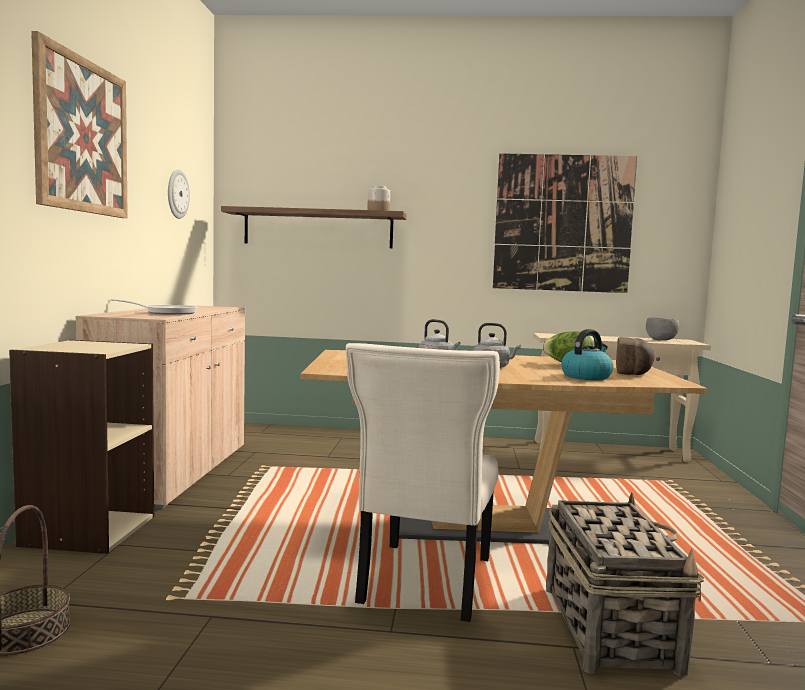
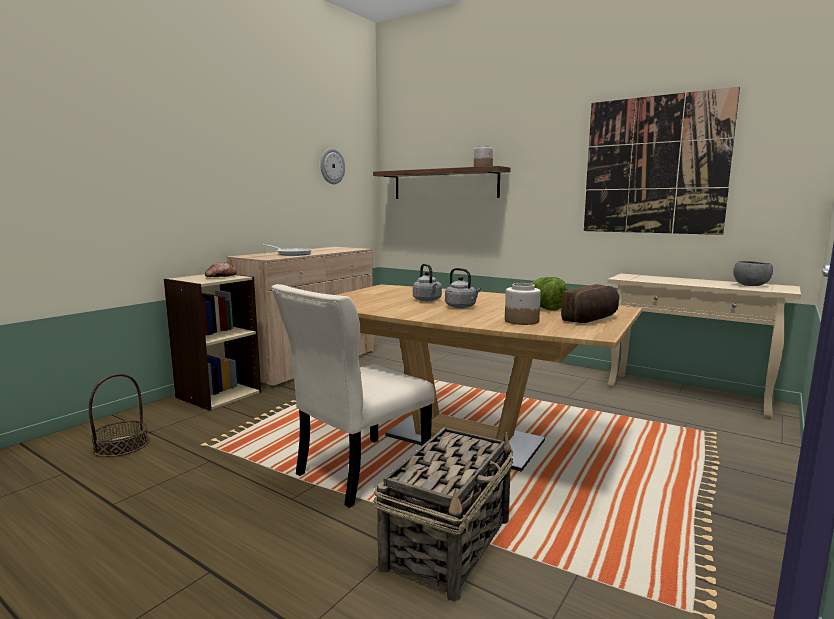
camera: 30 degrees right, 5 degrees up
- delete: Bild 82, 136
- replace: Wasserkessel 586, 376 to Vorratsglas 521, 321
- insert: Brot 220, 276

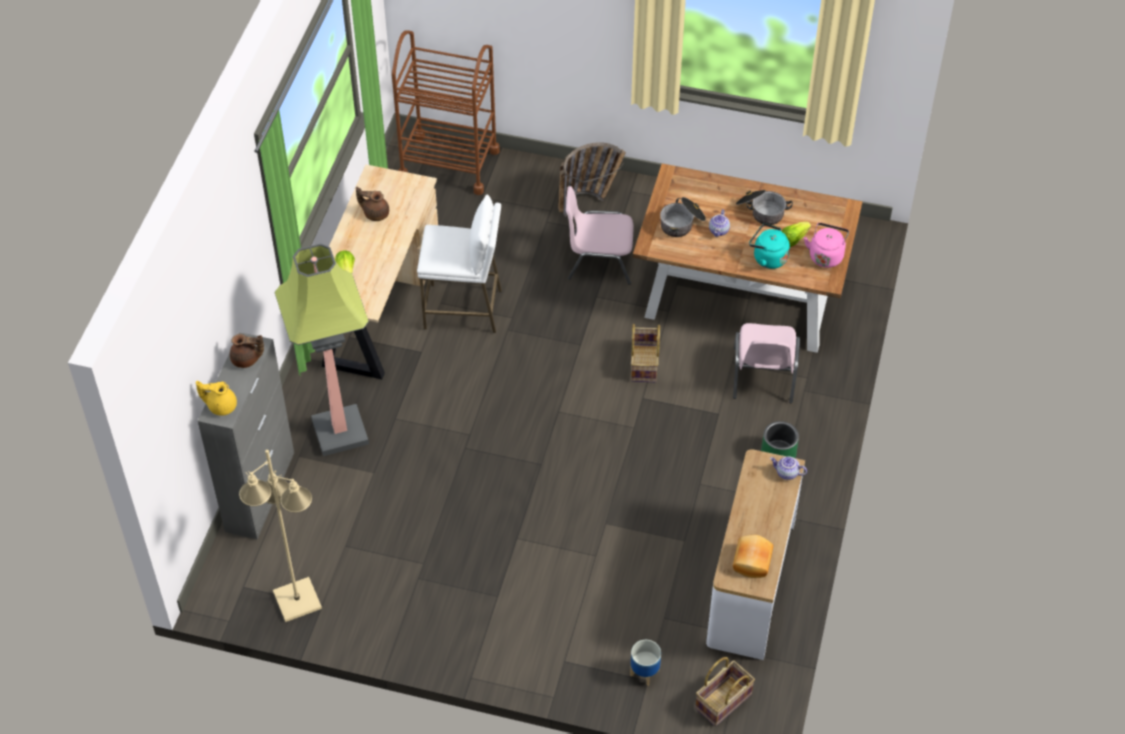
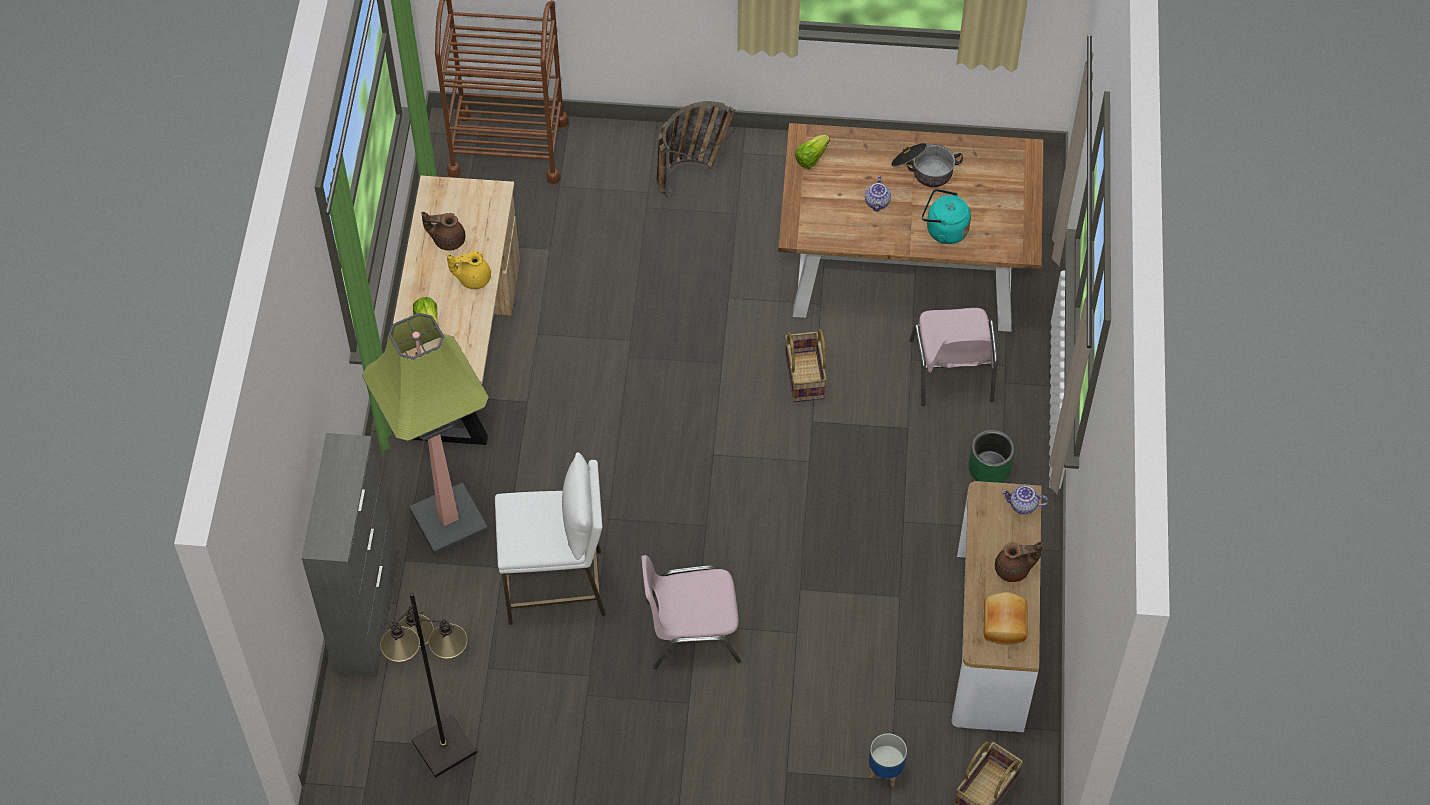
camera: 10 degrees left, 5 degrees up
- move: Teekanne [gelb] 221, 406 to 473, 278
- move: Teekanne [braun] 246, 359 to 1014, 569
- recolor: Stehlampe [beige] 296, 600 to Stehlampe [schwarz] 443, 747
- move: Hocker [weiß] 463, 309 to 556, 586
- move: Stuhl [rosa] 599, 260 to 691, 630
- delete: Kochtopf 682, 223
- move: Salatkopf 794, 239 to 811, 158
- delete: Wasserkessel [rosa] 826, 255

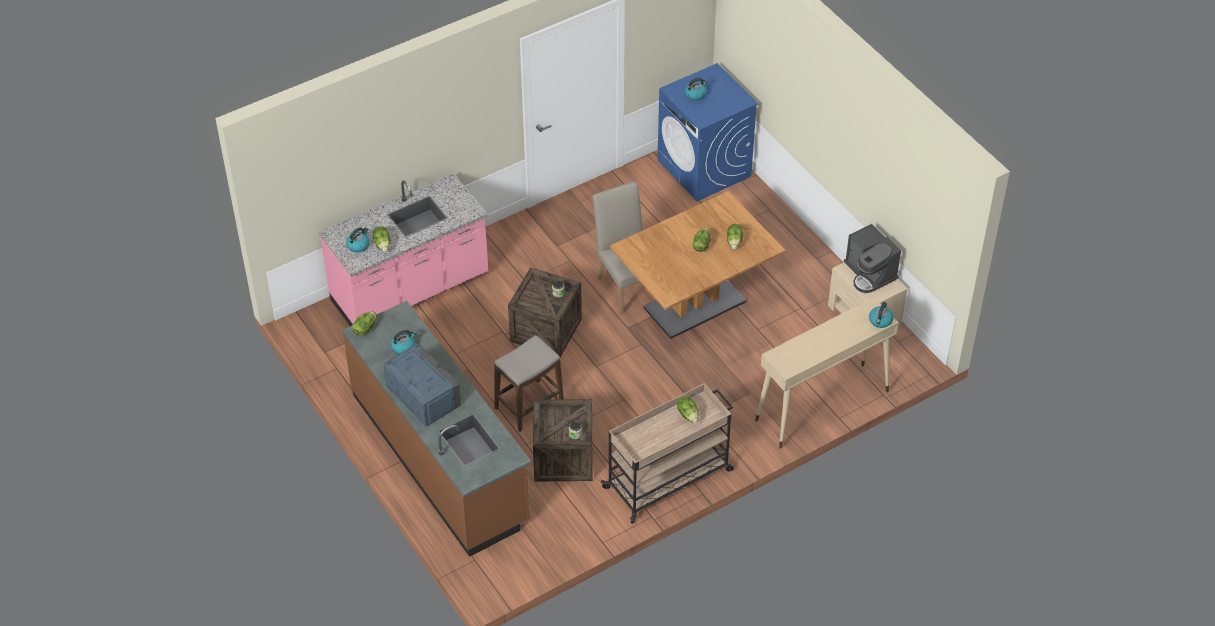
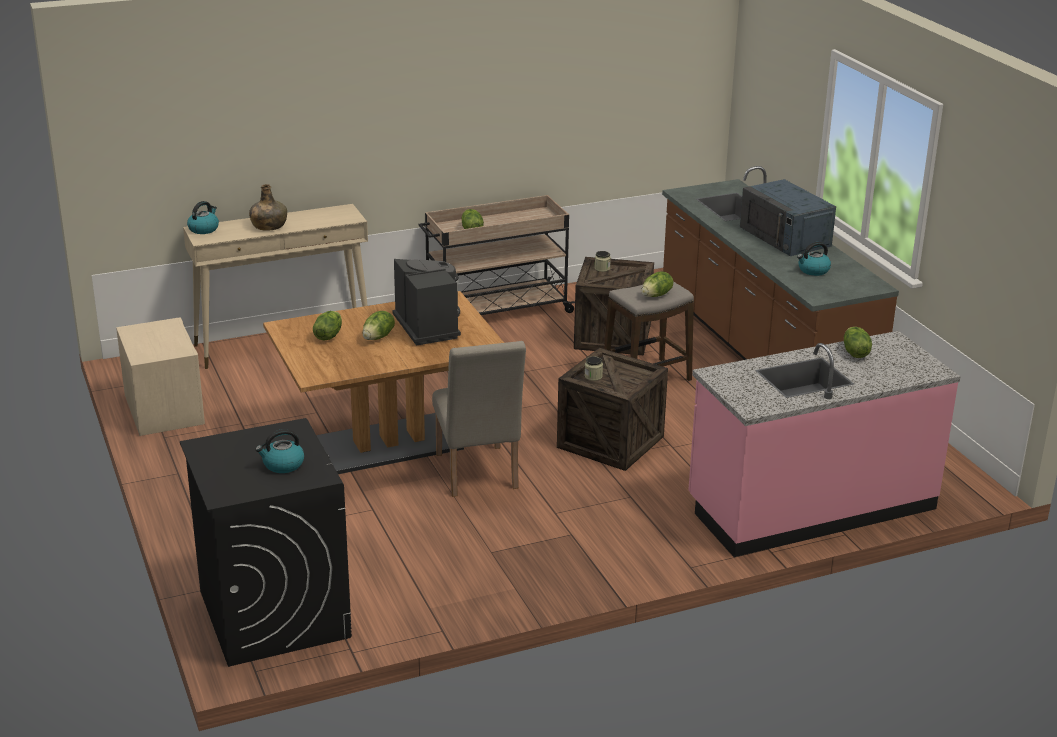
camera: 170 degrees left, 20 degrees down
- delete: Wasserkessel 358, 245
- move: Salatkopf 365, 329 to 656, 295
- recolor: Waschmaschine [blau] 704, 168 to Waschmaschine [schwarz] 273, 613
- move: Kaffeemaschine 870, 274 to 428, 327
- insert: Flasche [grün] 269, 226

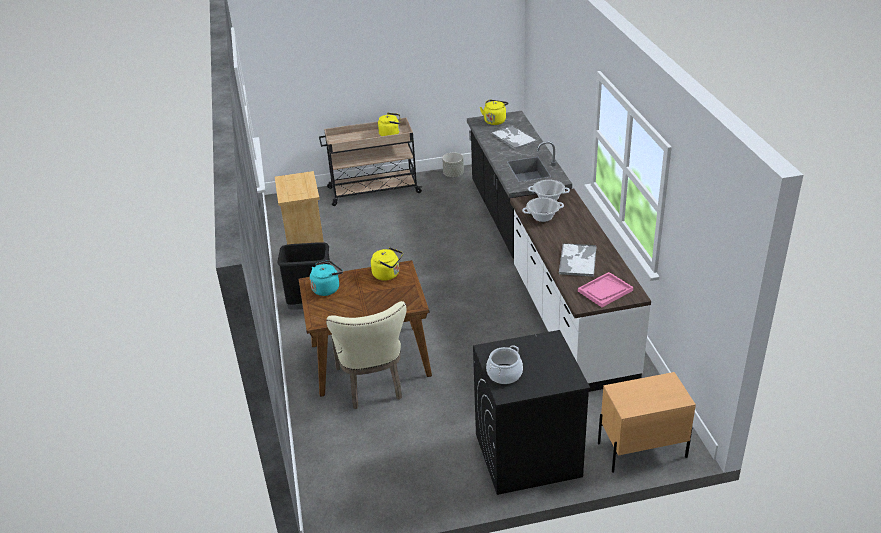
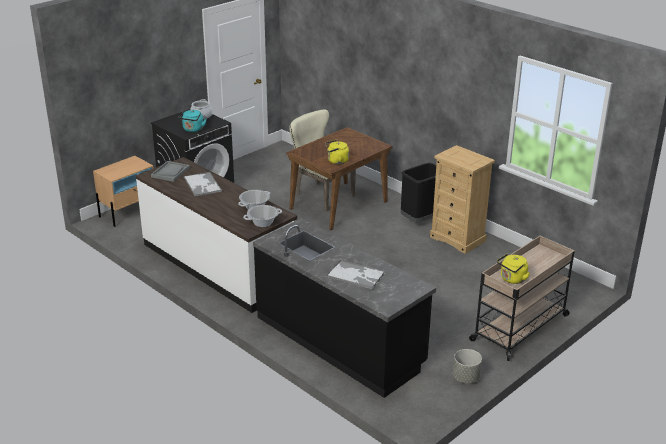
camera: 145 degrees right, 5 degrees down
- move: Wasserkessel [türkis] 327, 288 to 193, 129
- delete: Wasserkessel [gelb] 495, 121
- recolor: Tablett [rosa] 605, 291 to Tablett [grau] 170, 172

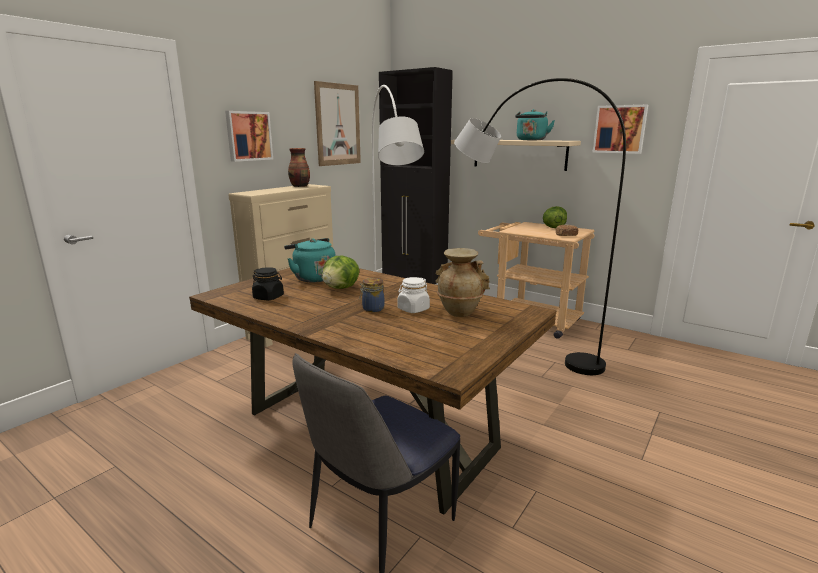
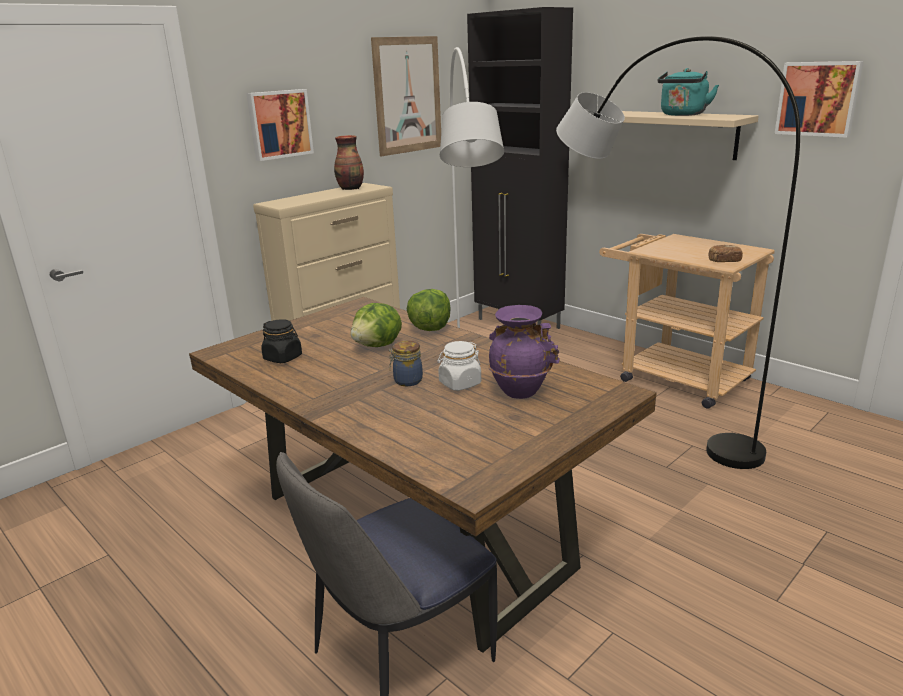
camera: 10 degrees right, 5 degrees up
- delete: Wasserkessel [türkis] 313, 278
- recolor: Vase [beige] 459, 312 to Vase [lila] 520, 390
- move: Salatkopf 553, 227 to 430, 328

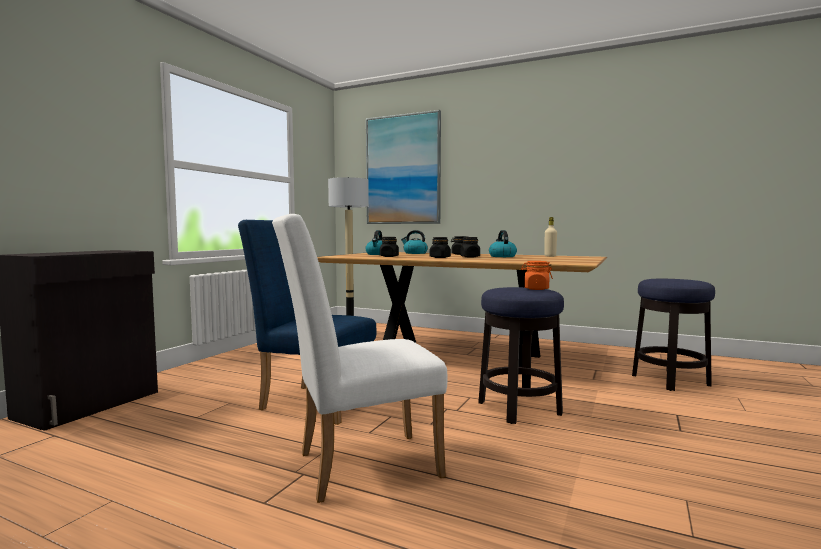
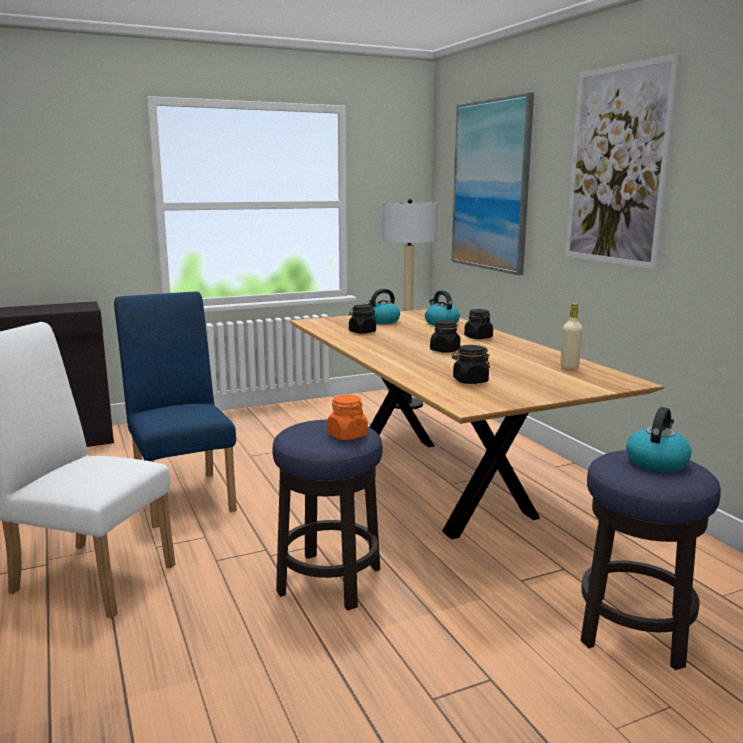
camera: 40 degrees right, 10 degrees up
- move: Vorratsglas [schwarz] 440, 257 to 470, 381
- move: Wasserkessel 502, 256 to 656, 462
- insert: Bild 617, 166

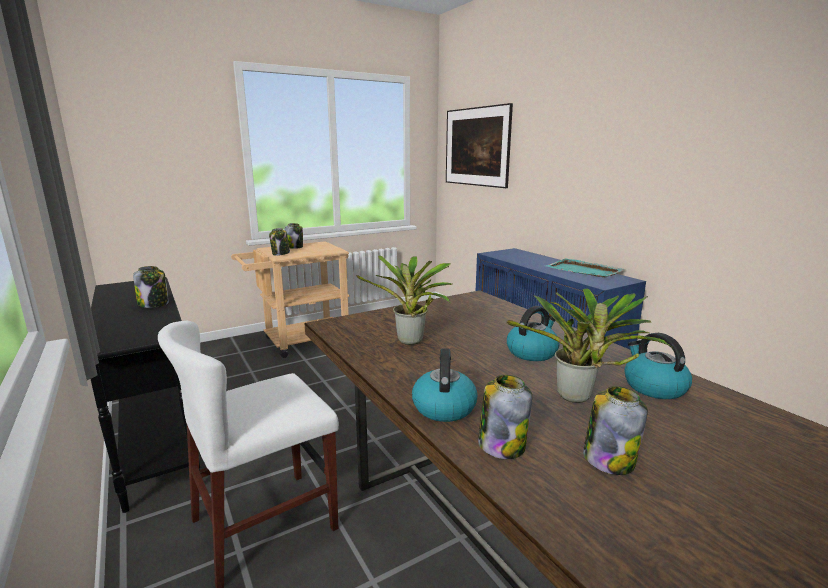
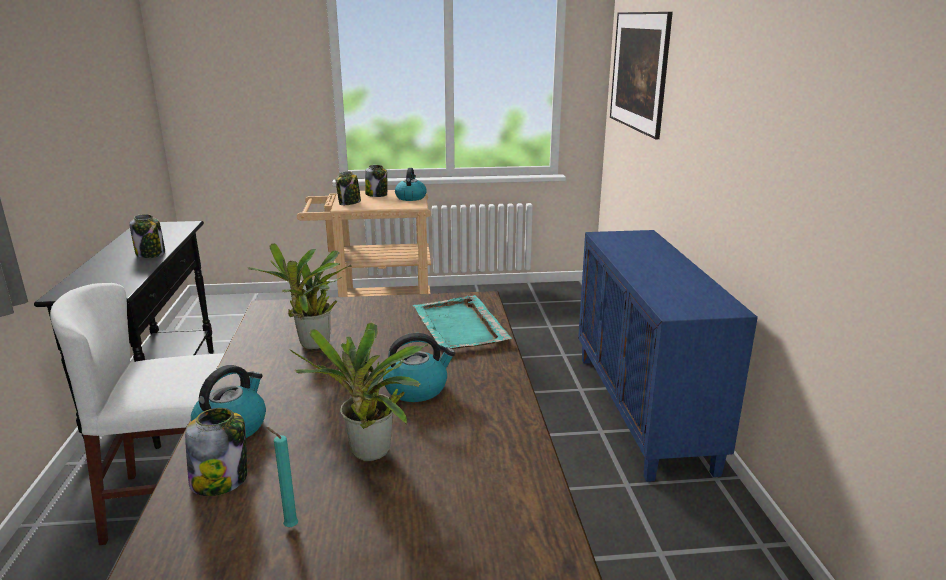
camera: 25 degrees right, 5 degrees up
- move: Tablett [türkis] 584, 271 to 459, 326
- replace: Vorratsglas 609, 459 to Kerze [türkis] 289, 526
- move: Wasserkessel 653, 387 to 410, 197

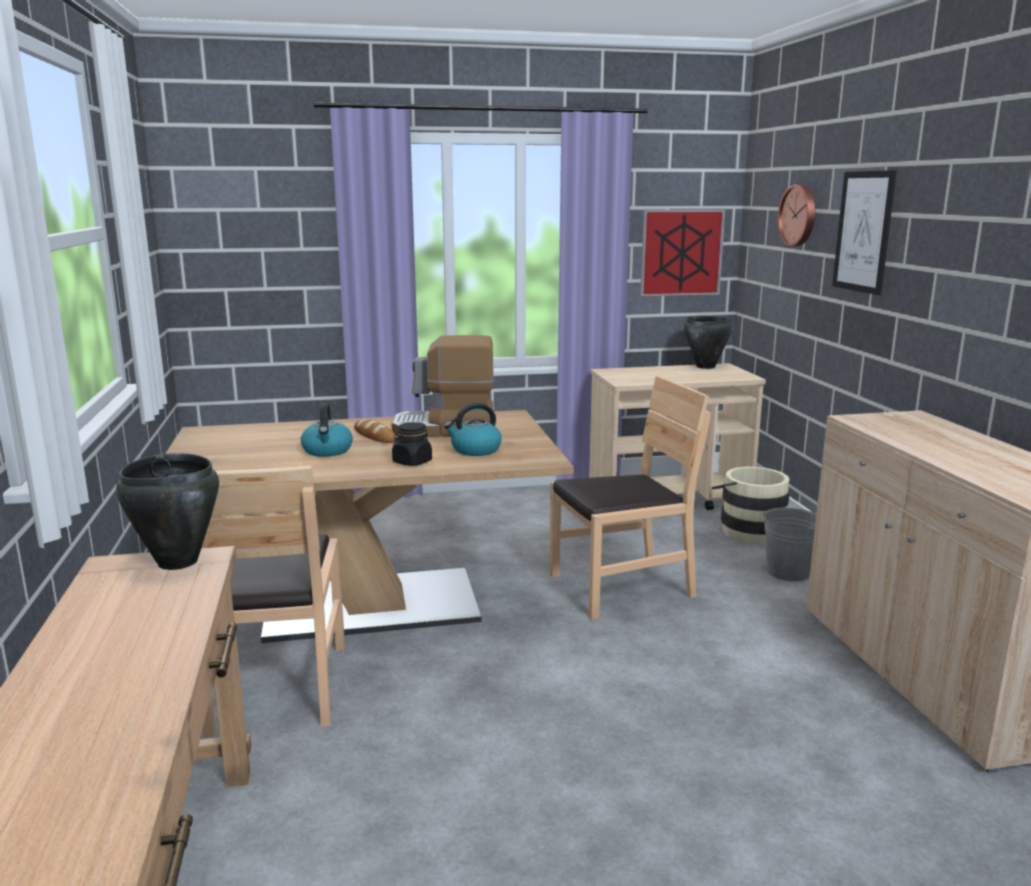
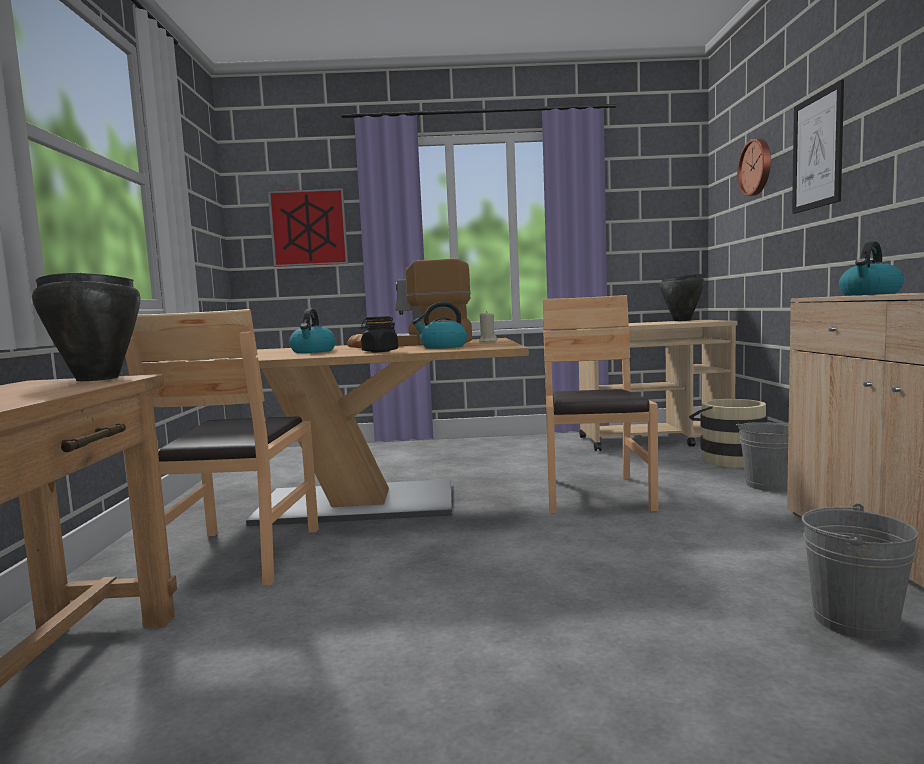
camera: 10 degrees right, 10 degrees down
- rotate: Stuhl [braun] 621, 587 = 595, 494 75 degrees counterclockwise
- move: Bild 681, 253 to 308, 228
- insert: Kerze [beige] 487, 341
- insert: Eimer [grau] 854, 620
- insert: Wasserkessel 870, 294

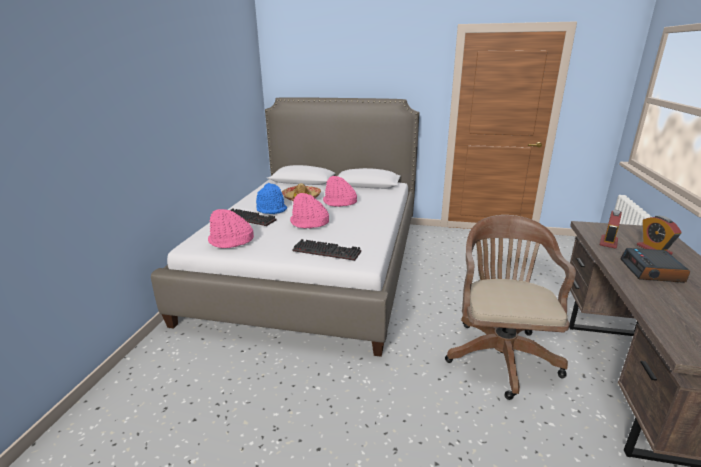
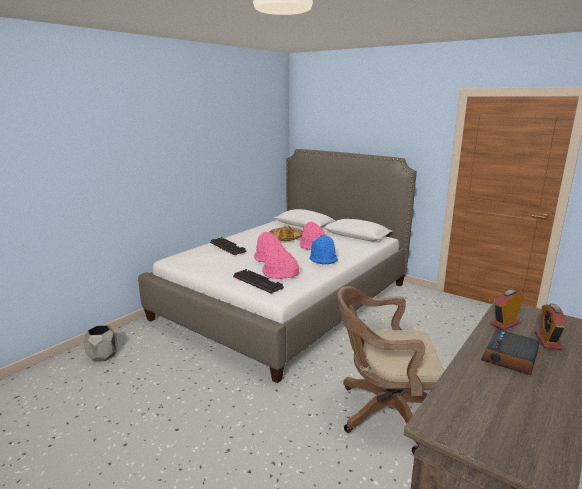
camera: 25 degrees right, 5 degrees down
- move: Hut [rosa] 231, 241 to 280, 274
- move: Hut [blau] 271, 209 to 323, 259
- rotate: Bürostuhl [braun] 500, 353 = 385, 413 120 degrees counterclockwise
- insert: Pflanzkübel [grau] 102, 356

